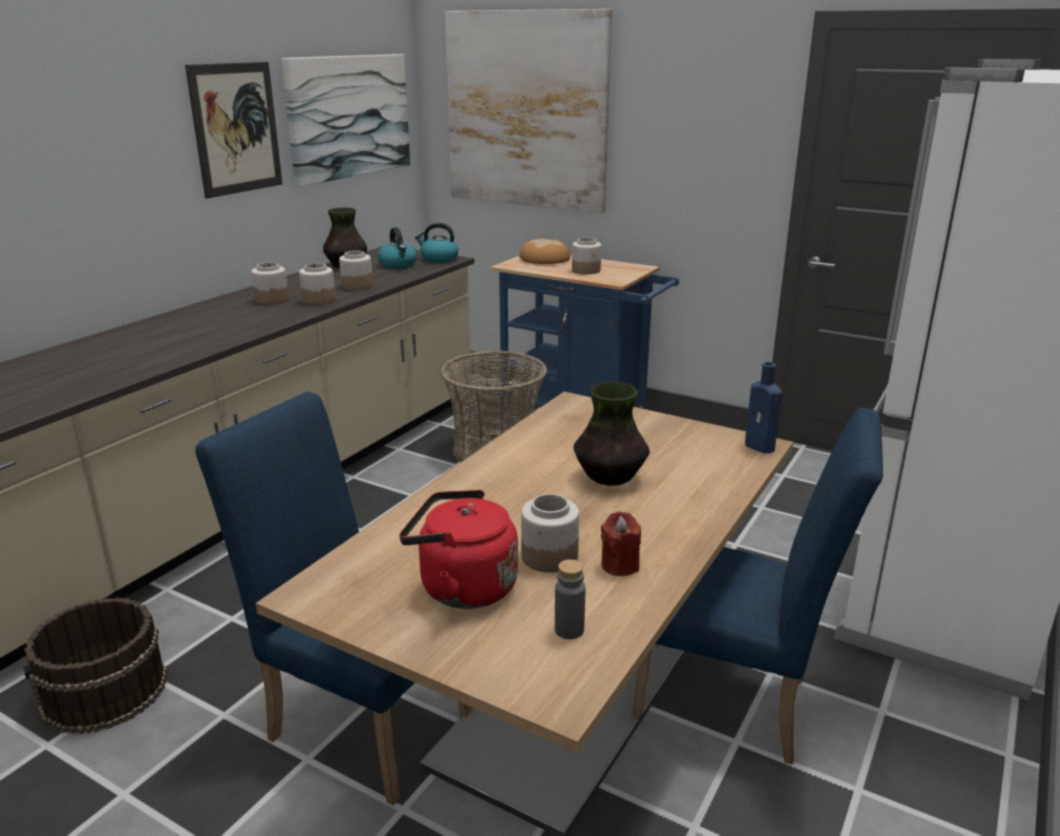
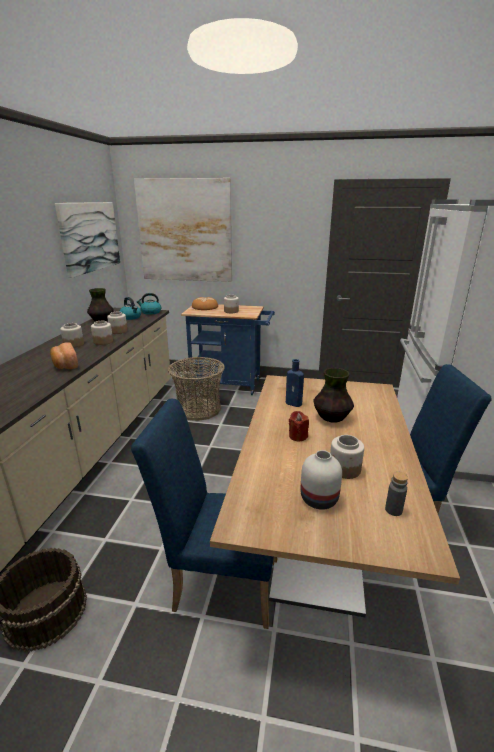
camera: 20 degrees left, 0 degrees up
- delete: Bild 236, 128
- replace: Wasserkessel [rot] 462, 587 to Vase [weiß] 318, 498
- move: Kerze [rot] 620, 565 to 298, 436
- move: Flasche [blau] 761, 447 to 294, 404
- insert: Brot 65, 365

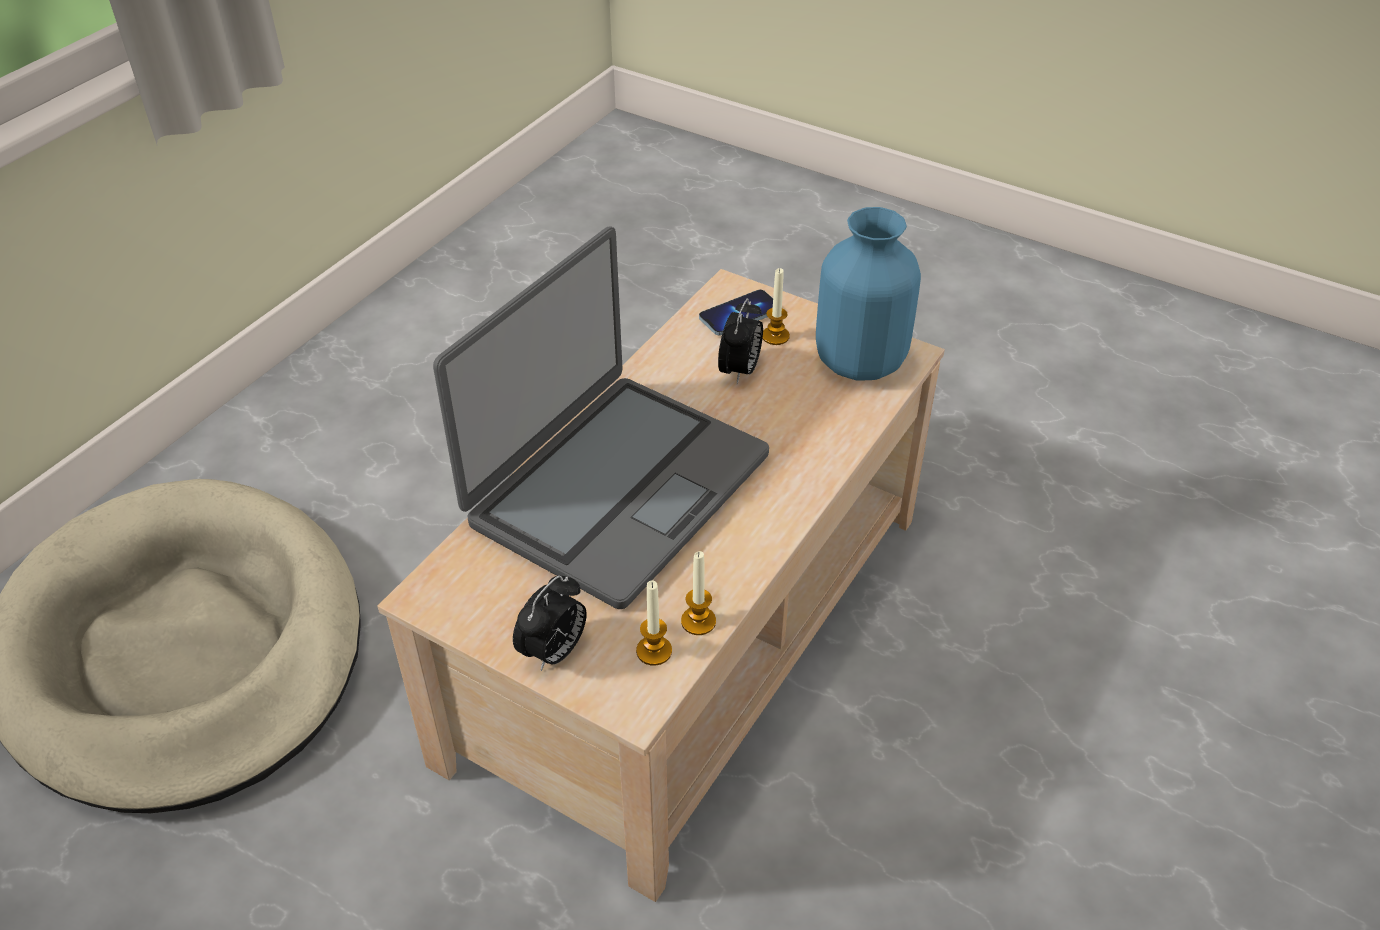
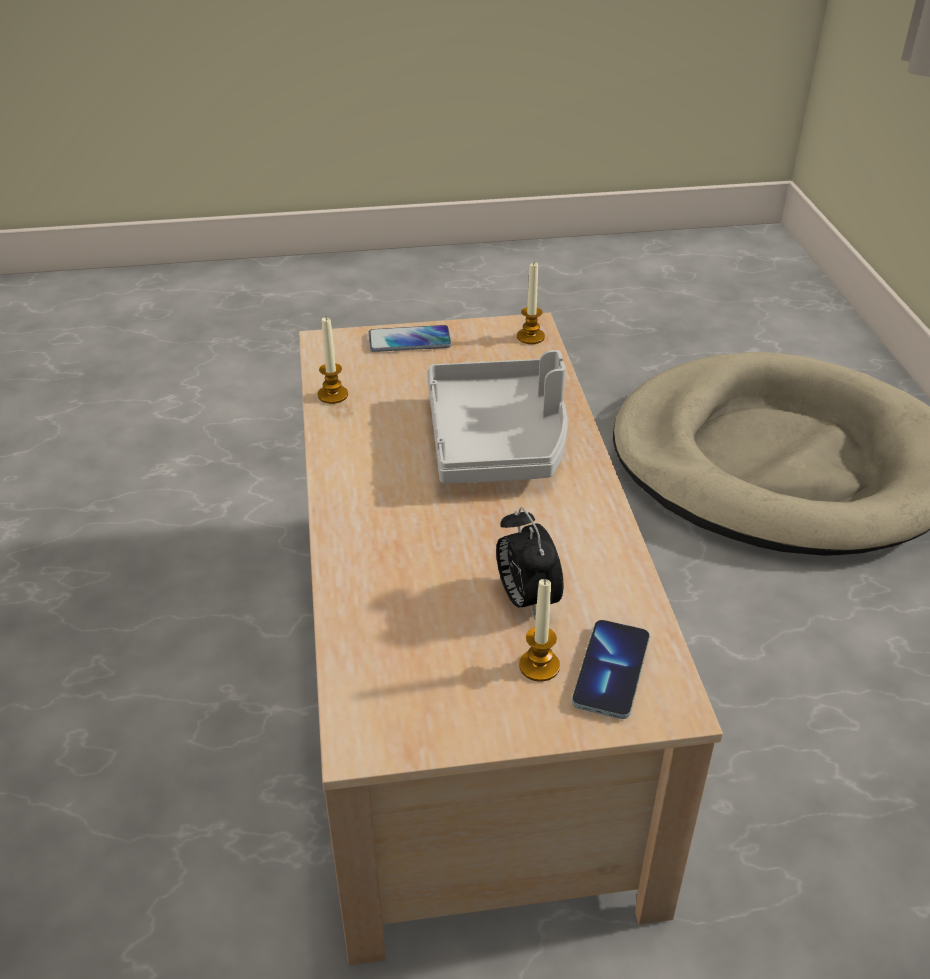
camera: 140 degrees right, 5 degrees down
- replace: Laptop 616, 487 to Tablett [grau] 498, 440
- replace: Wecker 554, 652 to Handy 409, 340
- move: Kerze 654, 651 to 530, 337
- delete: Vase [blau] 861, 363

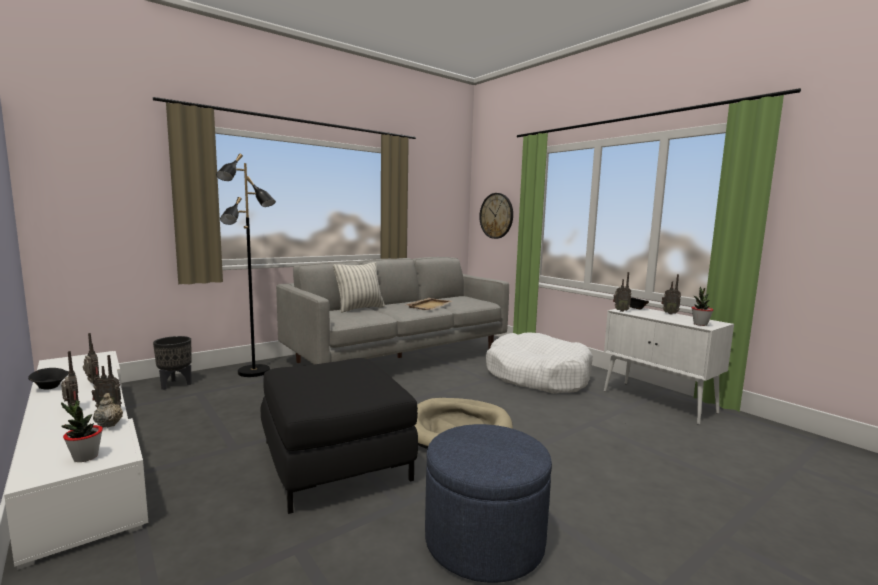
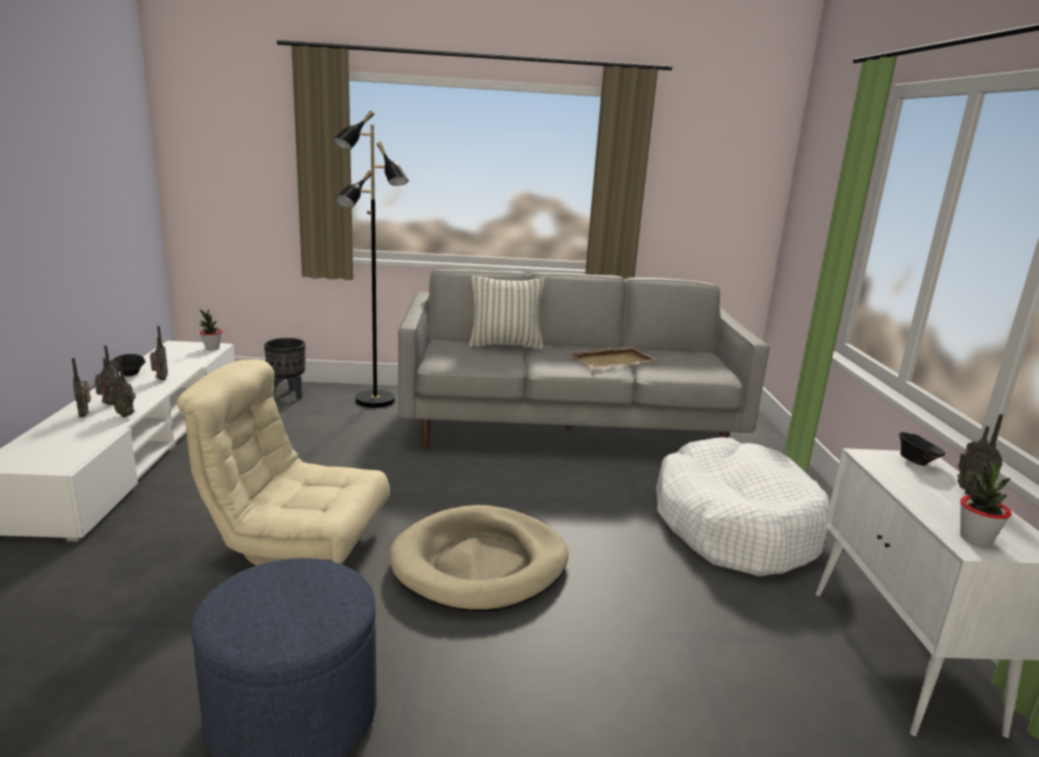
camera: 35 degrees right, 10 degrees up
- move: Topfpflanze 85, 457 to 212, 348
- delete: Teekanne [beige] 109, 424
- replace: Polsterhocker [schwarz] 334, 460 to Sessel [beige] 297, 542
- delete: Wanduhr 496, 215
- move: Radio 620, 311 to 85, 415

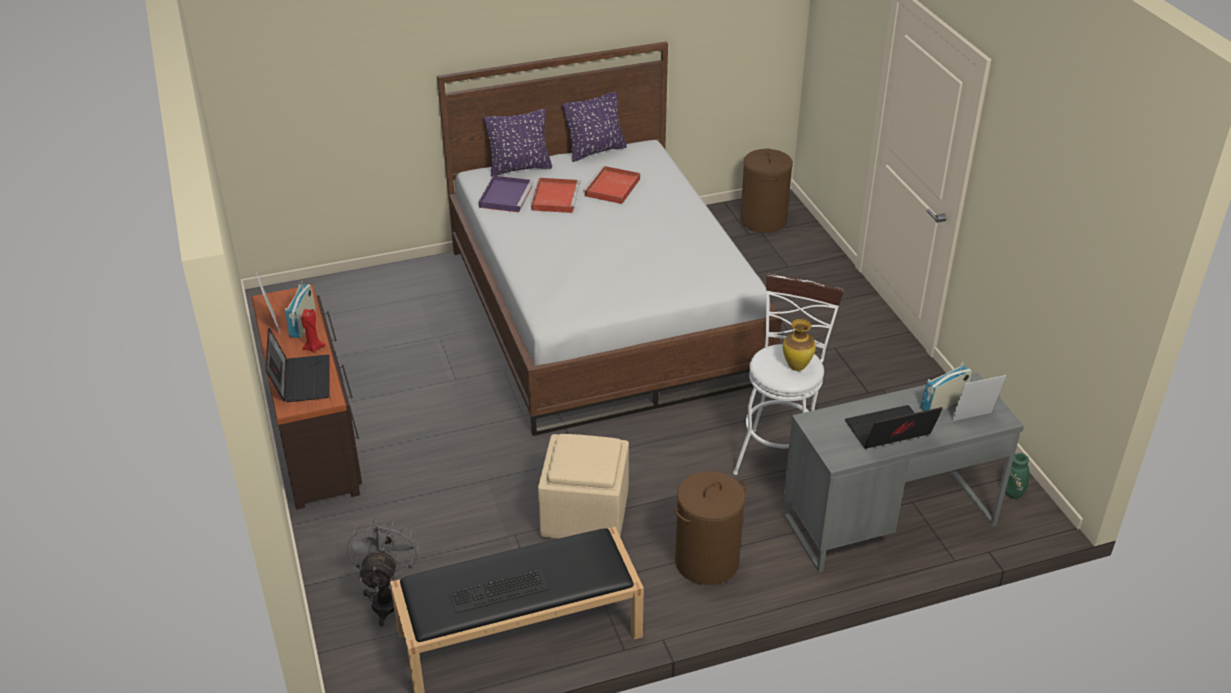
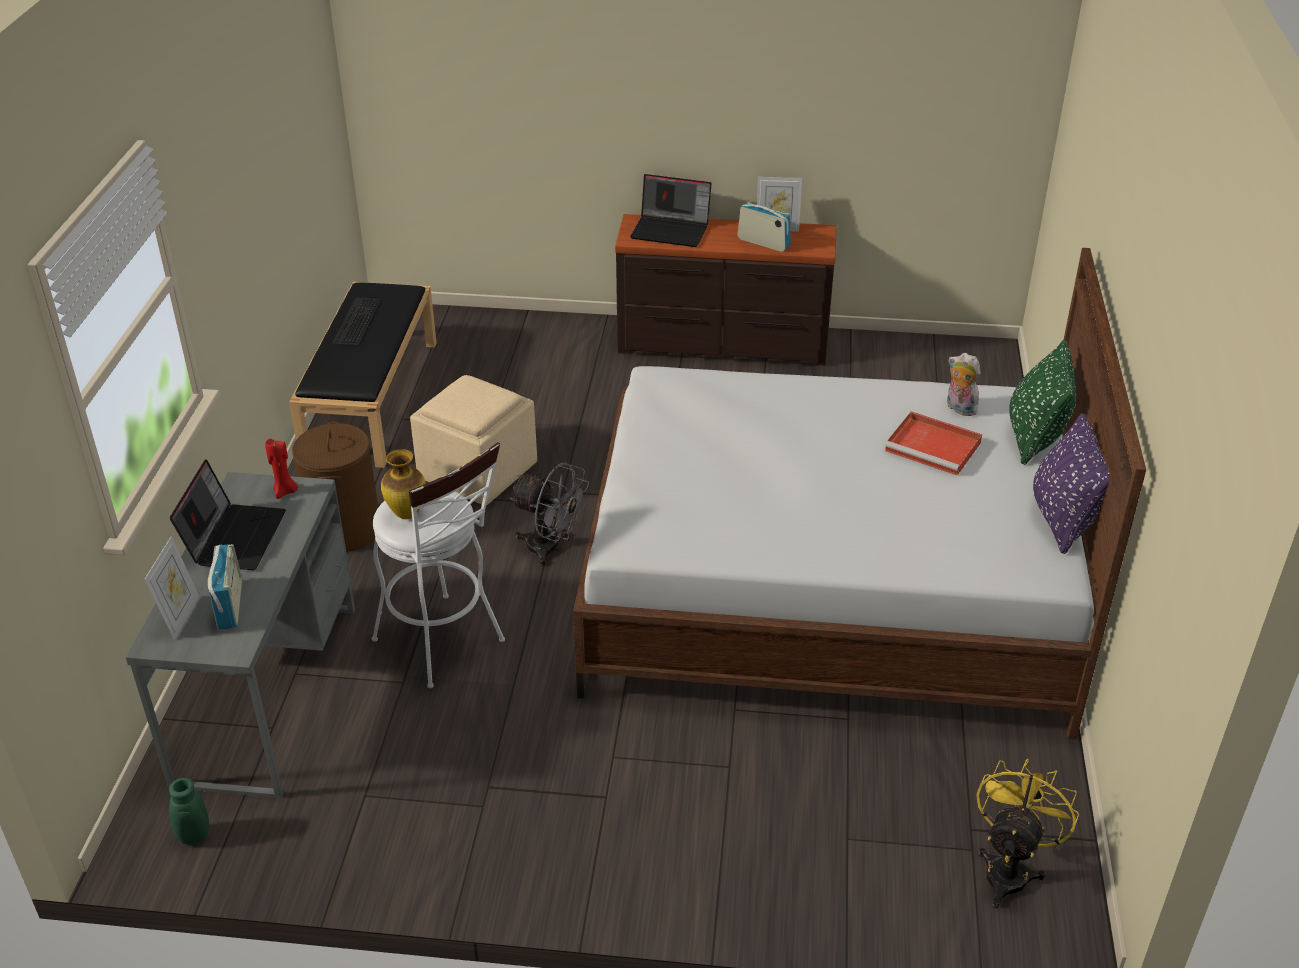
camera: 115 degrees right, 0 degrees up
- move: Kerze [rot] 313, 348 to 285, 491
- move: Ventilator [grau] 387, 597 to 551, 548
- replace: Tablett [lila] 506, 196 to Plüschtier 959, 408
- recolor: Kissen [lila] 519, 168 to Kissen [grün] 1035, 437
- delete: Tablett [rot] 612, 188
- replace: Wäschekorb [braun] 763, 220 to Ventilator [gelb] 1009, 869

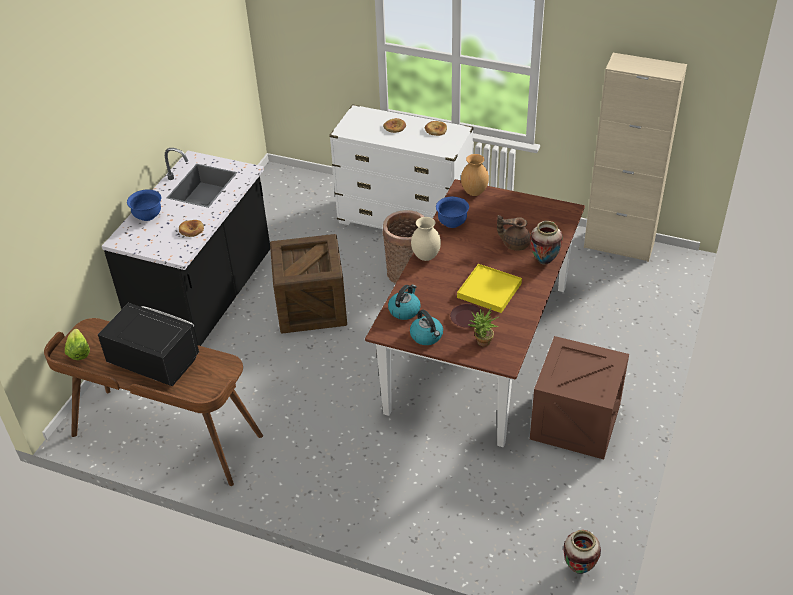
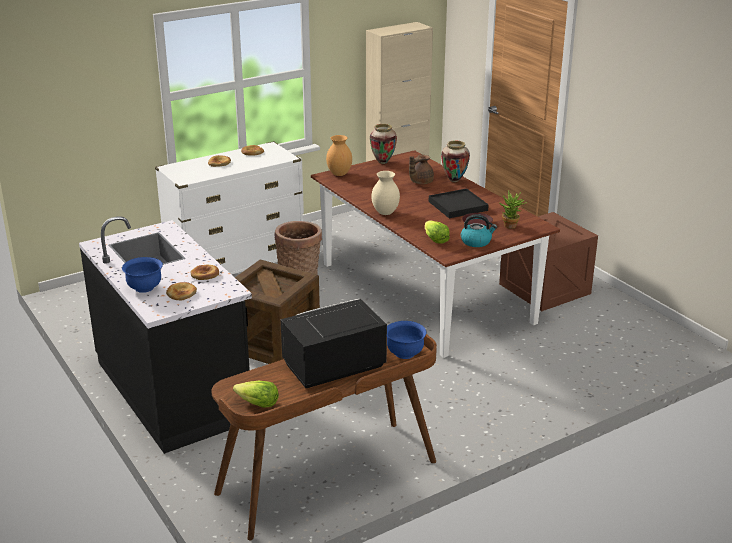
camera: 55 degrees left, 15 degrees down
- replace: Wasserkessel 404, 310 to Salatkopf 435, 239
- move: Schüssel [blau] 452, 223 to 405, 353
- recolor: Tablett [gelb] 489, 290 to Tablett [schwarz] 458, 206
- move: Vase 579, 568 to 383, 162
- insert: Brot 181, 293

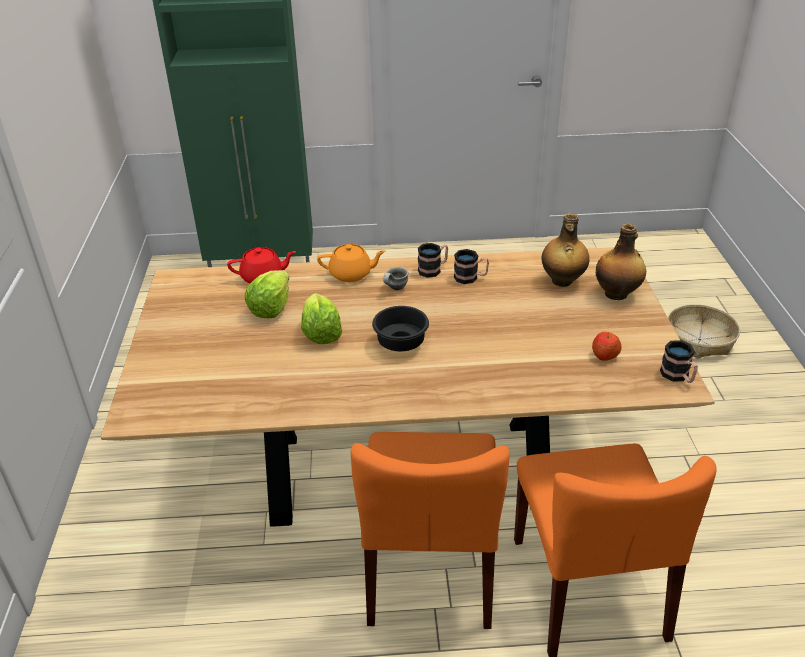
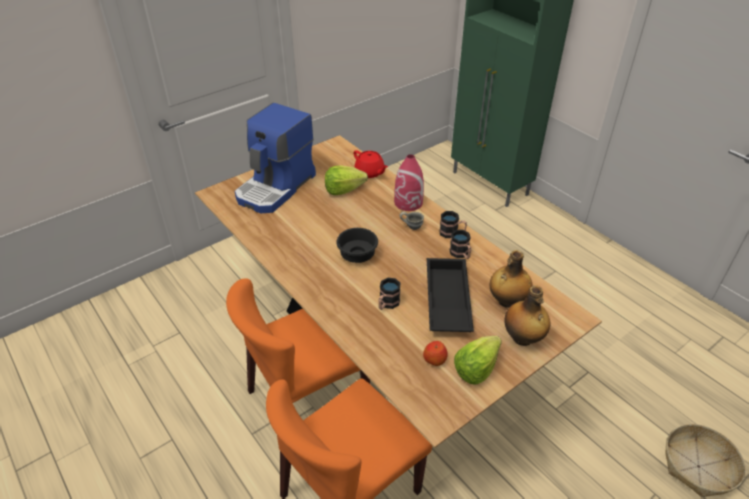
camera: 55 degrees right, 5 degrees up
- move: Salatkopf 321, 333 to 476, 368
- replace: Teekanne [orange] 351, 274 to Vase [rot] 408, 202
- move: Henkelbecher 678, 376 to 387, 304
- insert: Kaffeemaschine 276, 187
- insert: Tablett [schwarz] 446, 300

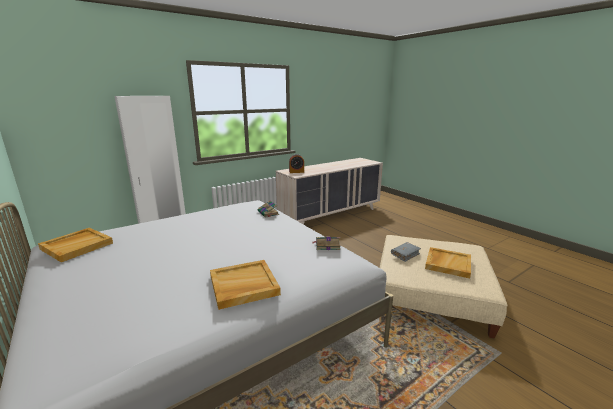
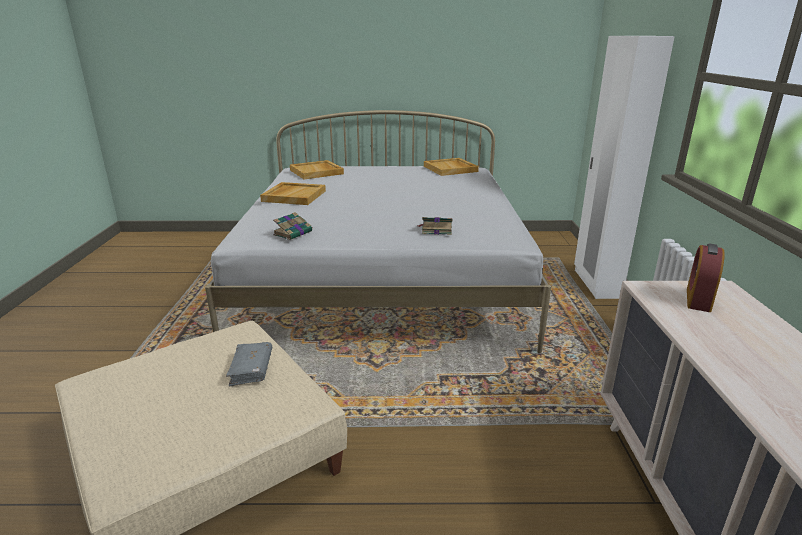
camera: 125 degrees right, 5 degrees up
- move: Tablett [beige] 447, 263 to 317, 172

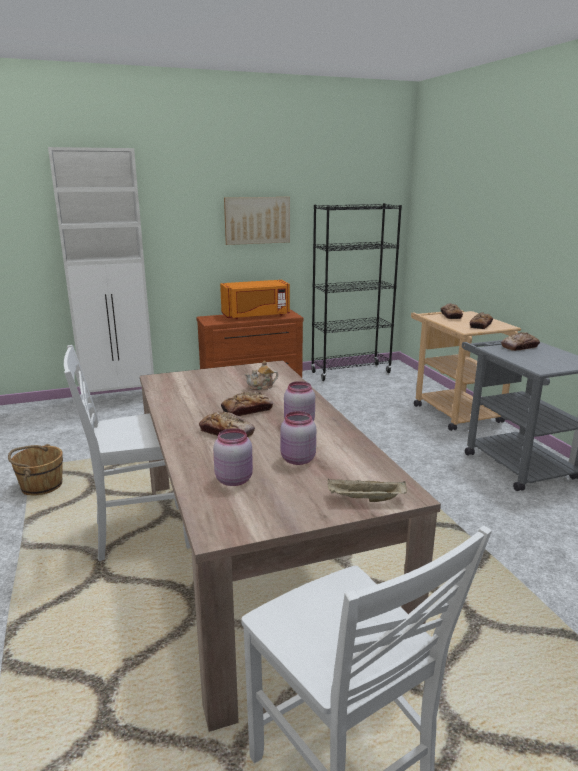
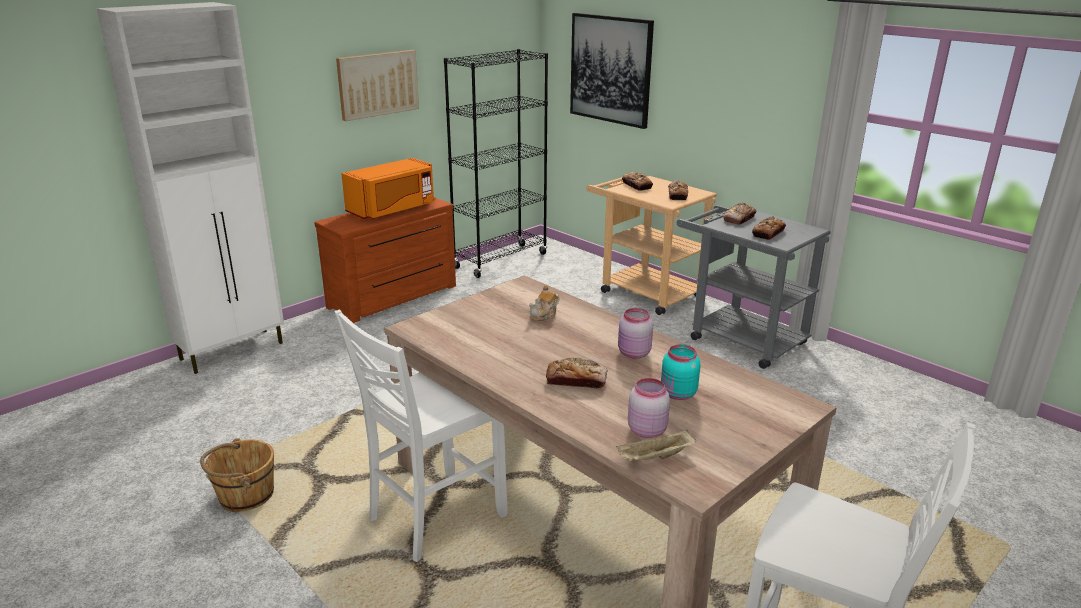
camera: 25 degrees left, 5 degrees up
- move: Brot 247, 410 to 768, 233
- recolor: Vorratsglas [rosa] 297, 460 to Vorratsglas [türkis] 678, 394
- move: Tablett [beige] 365, 499 to 655, 458
- insert: Bild 610, 69

